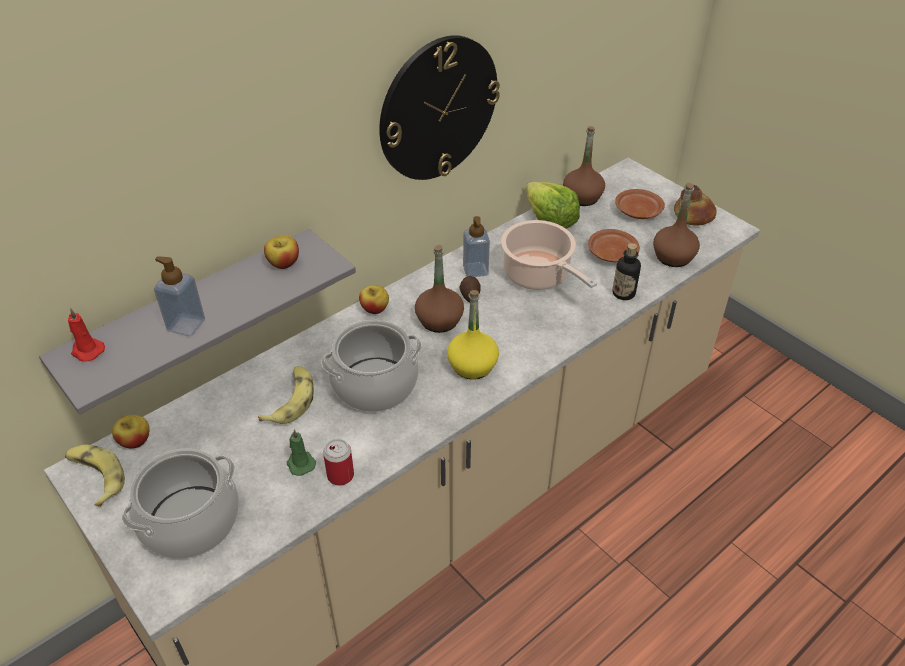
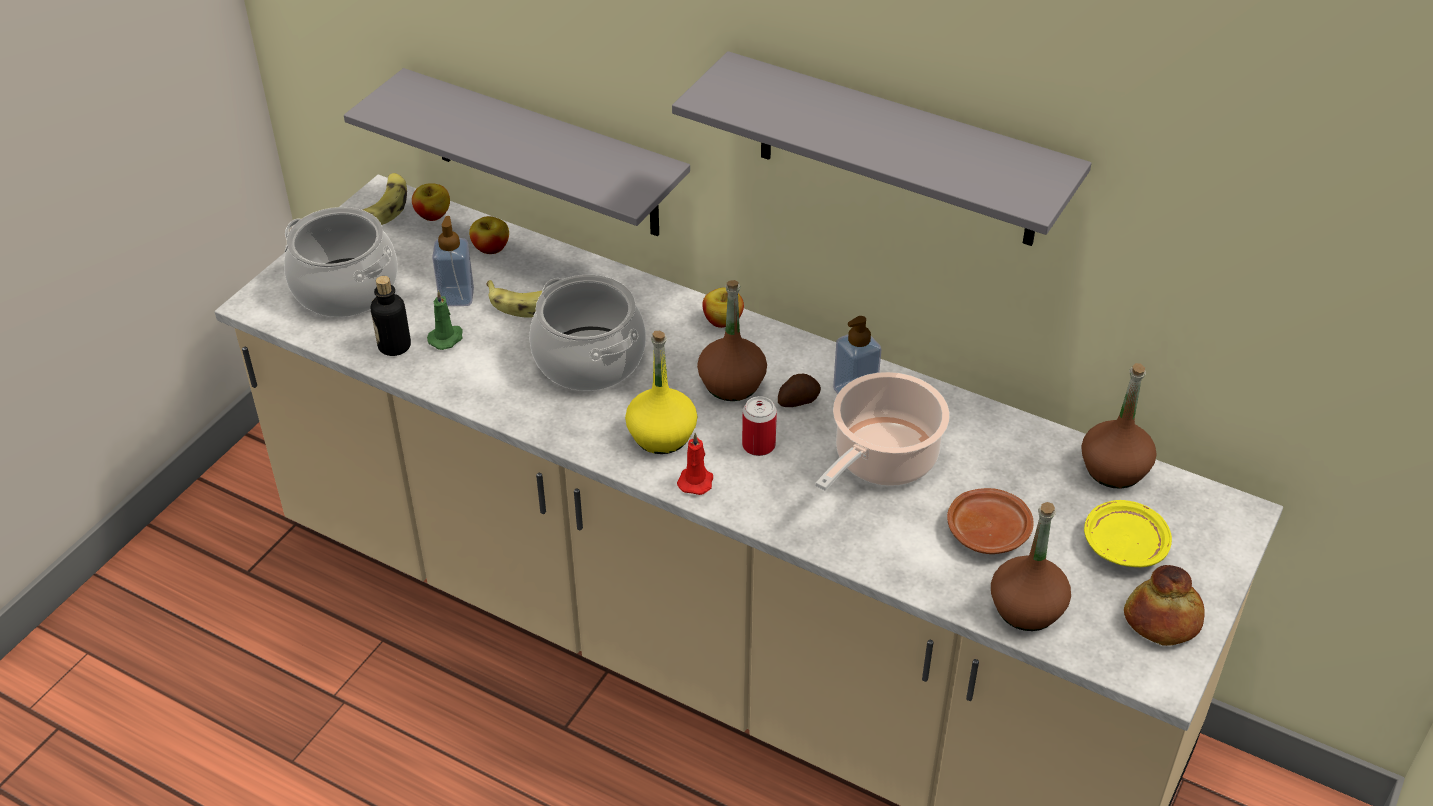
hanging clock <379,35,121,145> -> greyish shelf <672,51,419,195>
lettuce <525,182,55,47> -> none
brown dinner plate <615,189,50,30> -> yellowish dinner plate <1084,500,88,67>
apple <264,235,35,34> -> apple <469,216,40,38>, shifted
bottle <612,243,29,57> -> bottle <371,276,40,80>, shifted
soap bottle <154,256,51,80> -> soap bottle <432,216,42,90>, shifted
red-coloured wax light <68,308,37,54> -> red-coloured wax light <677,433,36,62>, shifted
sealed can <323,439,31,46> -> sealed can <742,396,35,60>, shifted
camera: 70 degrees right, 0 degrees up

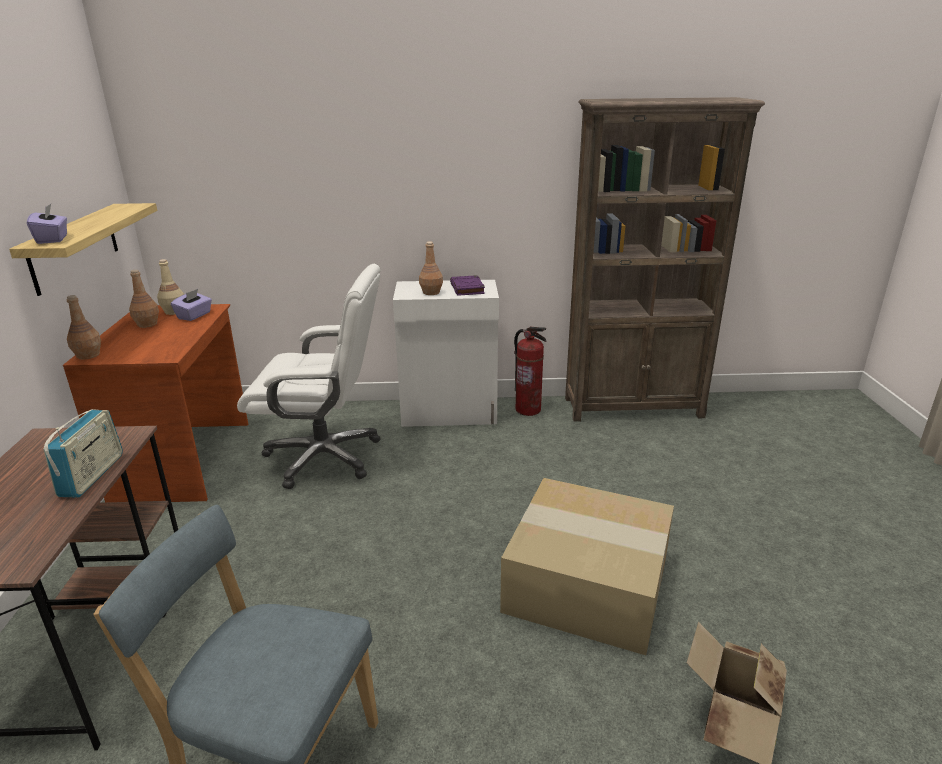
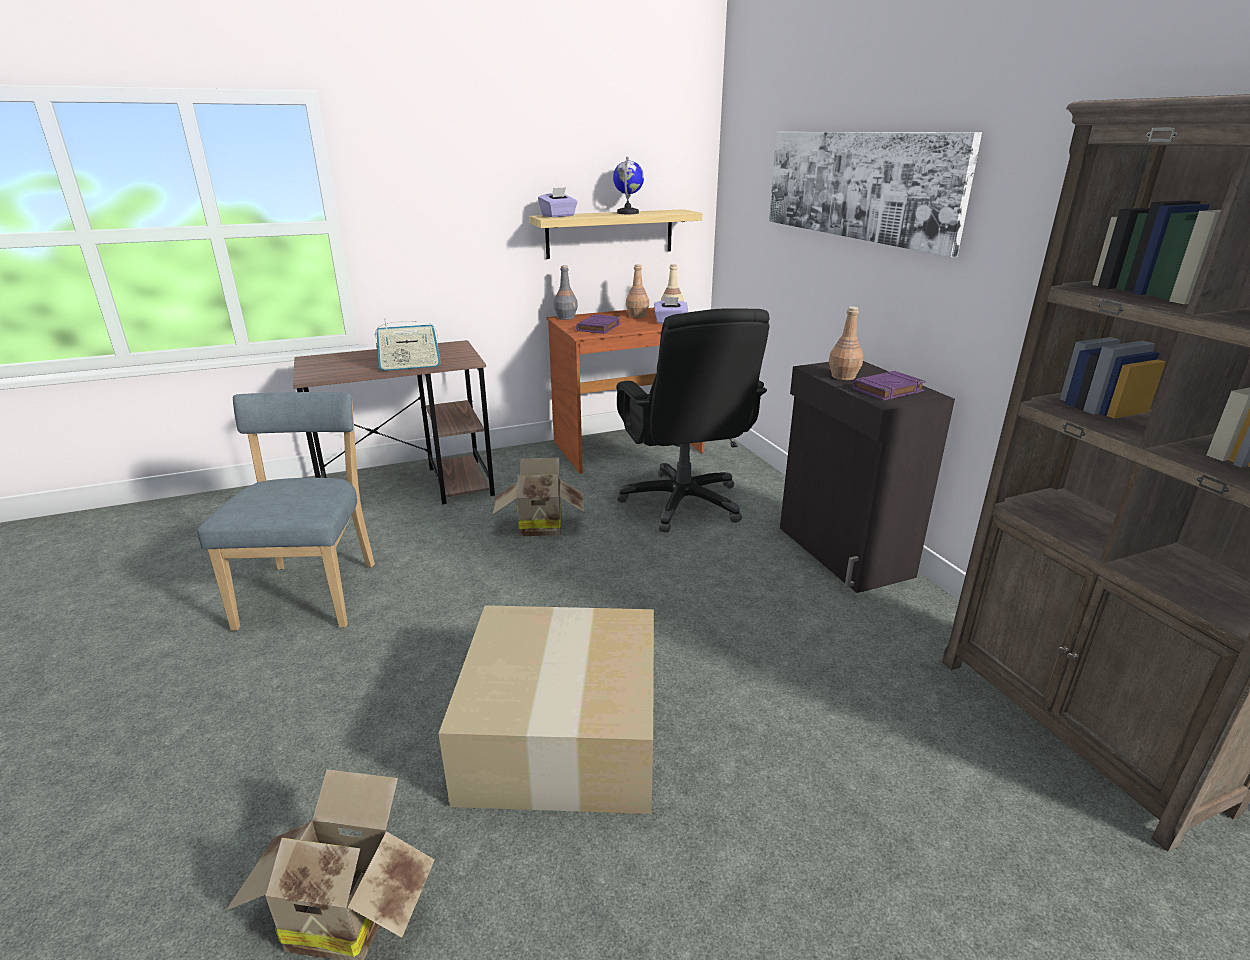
white office chair <237,264,144,225> -> black office chair <616,308,154,225>
white cupboard <393,280,106,147> -> black cupboard <780,361,175,232>
brown bottle <66,295,35,64> -> greyish bottle <554,265,24,55>
fire extinguisher <514,326,33,90> -> none
none -> wall art <769,132,213,125>
none -> desk globe <613,157,31,57>
none -> purplish bound book <576,314,45,20>
none -> carton <492,457,92,80>
camera: 70 degrees right, 0 degrees up

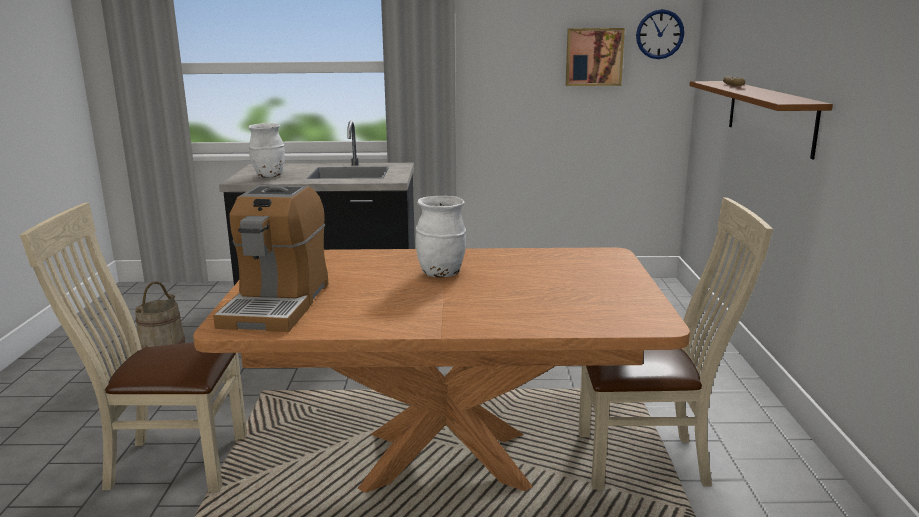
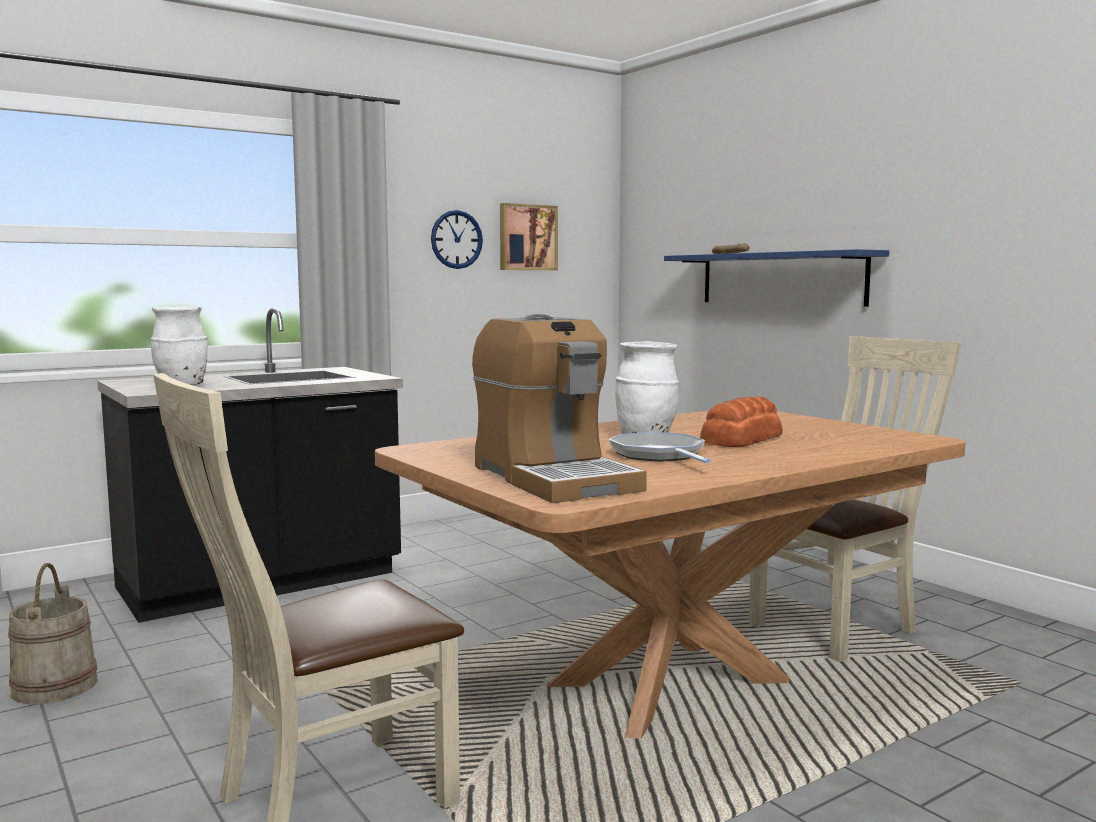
hanging clock <636,9,48,50> -> hanging clock <431,210,52,59>, shifted
brown shelf <689,81,144,78> -> bluish shelf <664,249,225,58>
none -> bread <700,396,83,51>
none -> pan <609,432,102,31>
camera: 35 degrees left, 10 degrees down

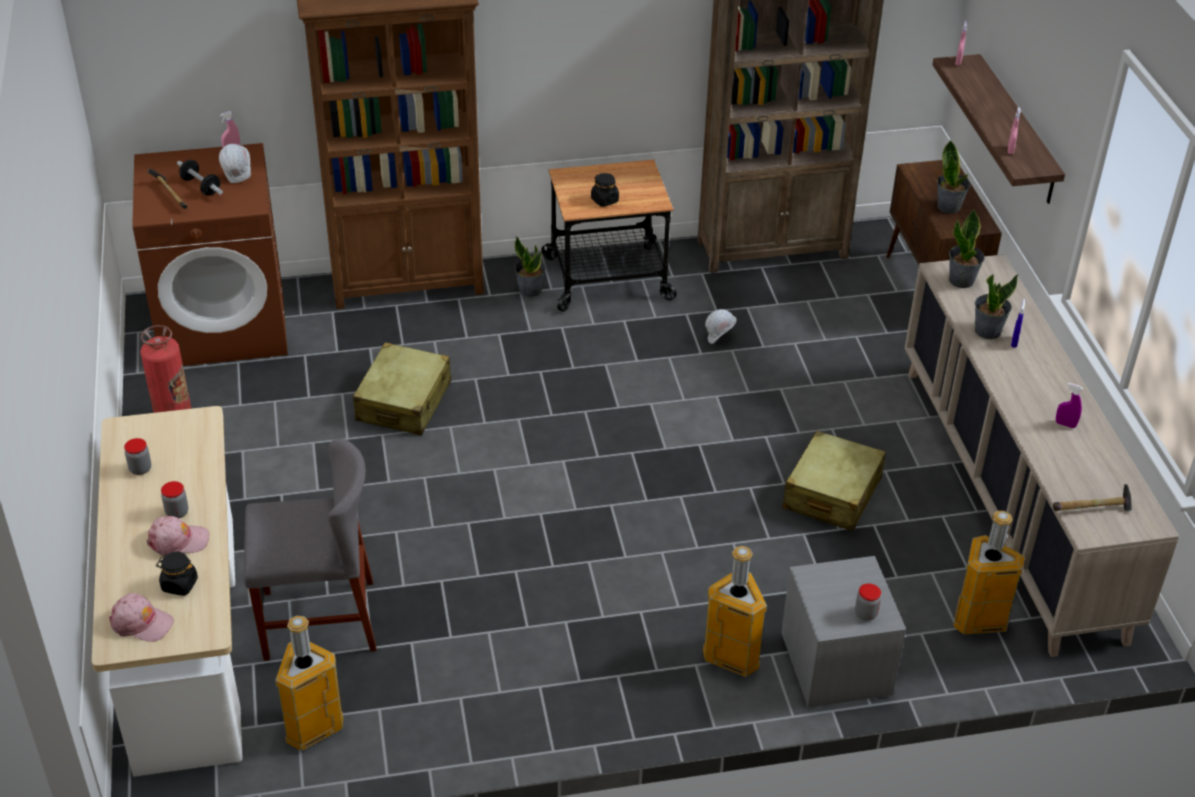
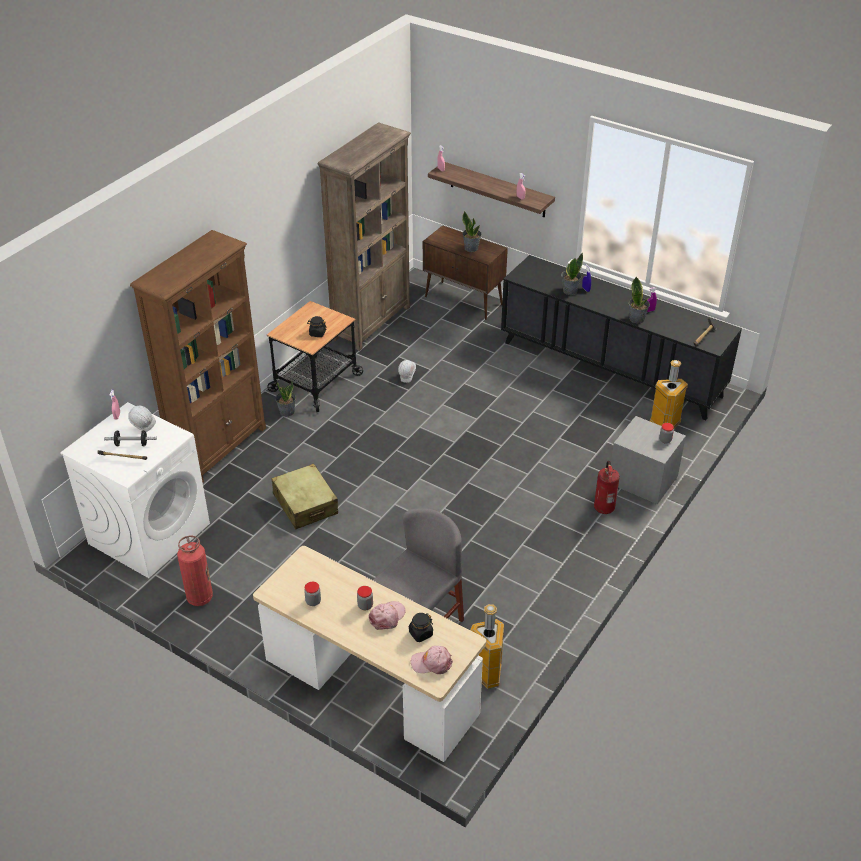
brown laundry appliance <132,143,156,223> -> white laundry appliance <60,402,150,176>
potted plant <949,209,36,79> -> potted plant <629,277,21,46>, shifted
beige-coloured cupboard <905,254,274,403> -> black cupboard <501,255,241,166>
beige-coloured suitcase <783,431,103,100> -> none
trash can <703,546,64,131> -> fire extinguisher <594,461,26,53>
pinkish peaked cap <109,593,65,49> -> pinkish peaked cap <411,646,42,28>, 150 degrees counterclockwise
camera: 45 degrees left, 0 degrees up

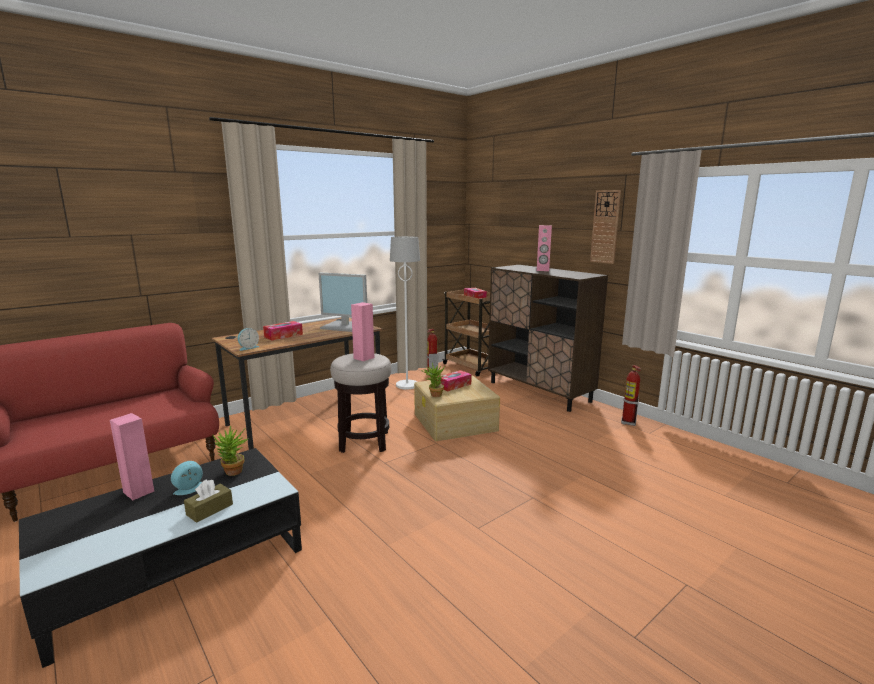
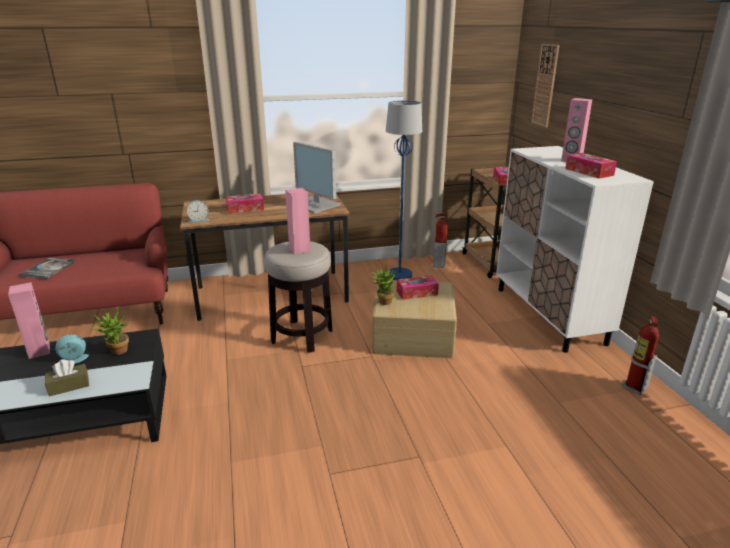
hanging clock <590,190,31,74> -> hanging clock <531,44,29,84>, shifted
white standing lamp <390,236,30,154> -> bluish standing lamp <386,100,36,180>
brown cupboard <488,265,120,147> -> white cupboard <496,146,158,207>
none -> tissue holder <565,153,52,26>
none -> bound book <19,258,57,21>
camera: 25 degrees right, 10 degrees up

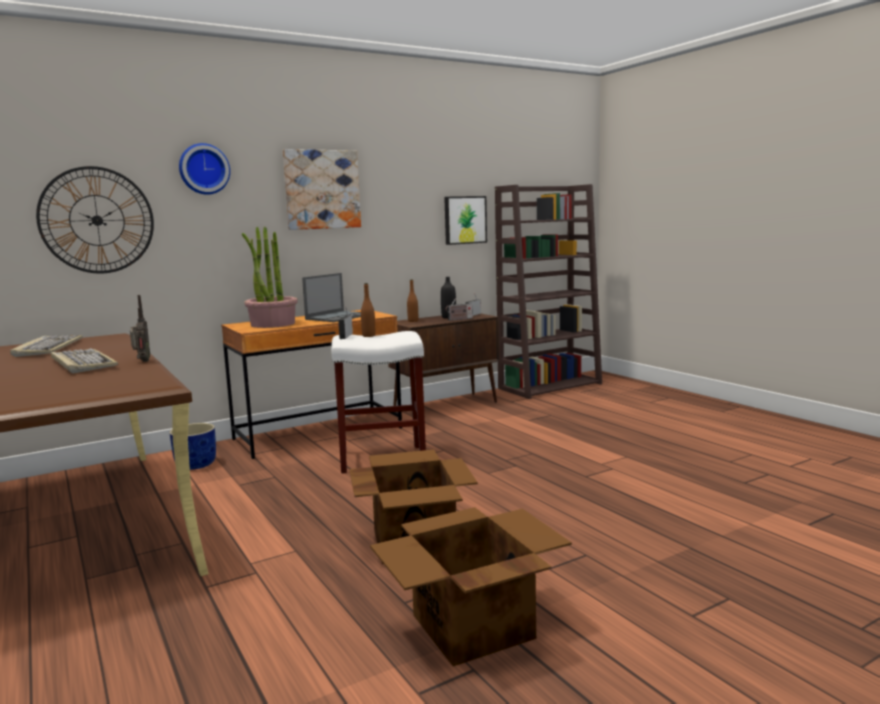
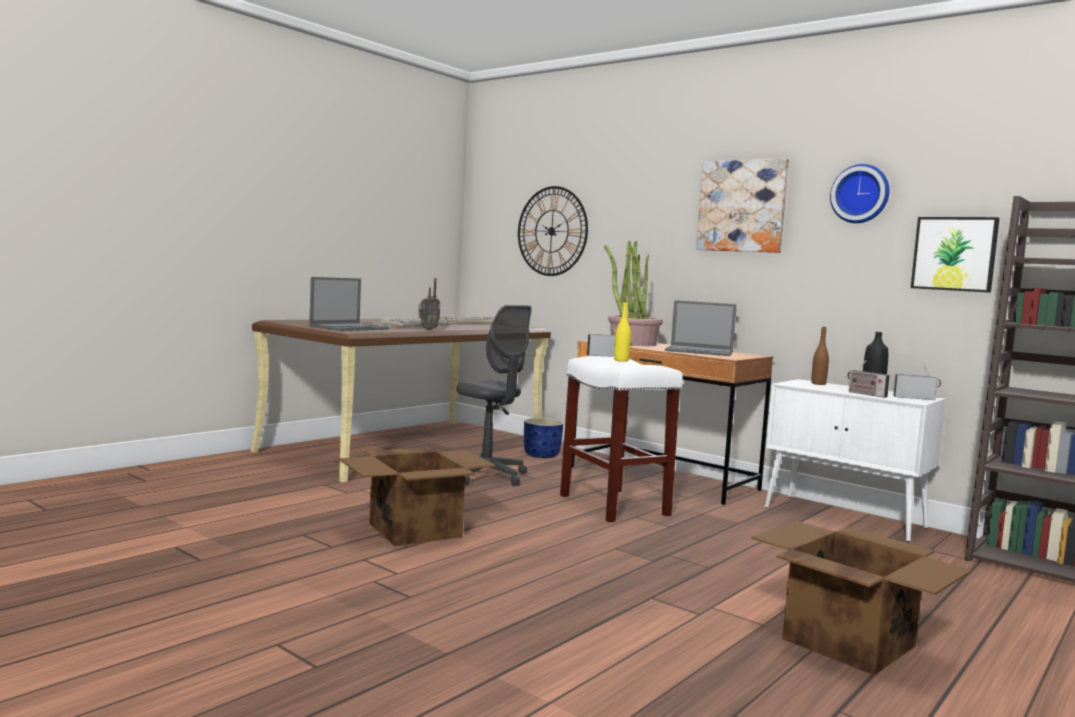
hanging clock <179,143,51,52> -> hanging clock <830,164,60,59>, shifted
brown bottle <361,283,14,54> -> yellowish bottle <614,301,17,61>
brown cupboard <388,314,111,92> -> white cupboard <765,379,181,163>
carton <370,507,202,159> -> carton <751,521,221,154>, shifted
none -> laptop <309,277,81,54>
none -> greyish office chair <457,305,75,181>
camera: 70 degrees right, 5 degrees down

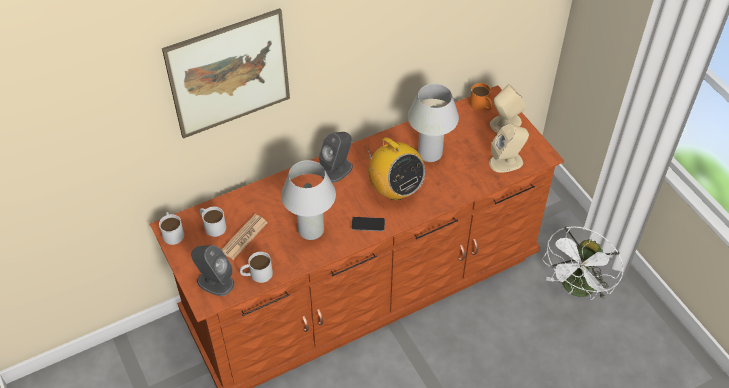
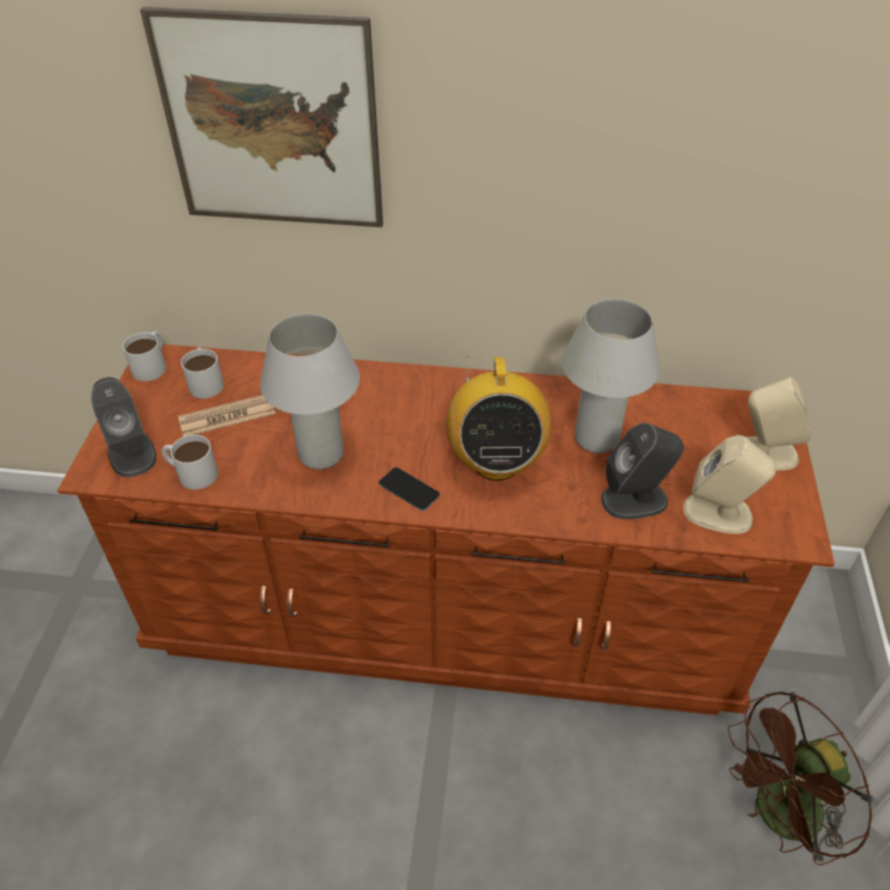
orange tea mug <470,83,23,27> -> none
greyish loudspeaker <319,132,34,51> -> greyish loudspeaker <601,423,83,96>, shifted
white fan <542,226,82,74> -> brown fan <728,692,145,174>
camera: 35 degrees right, 5 degrees down

